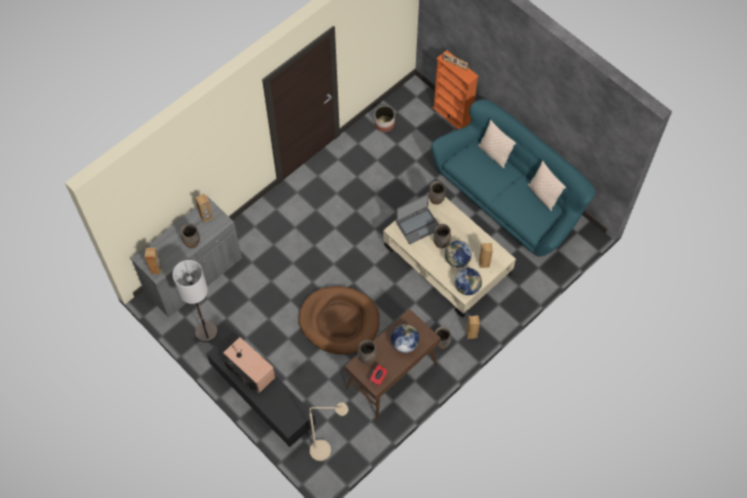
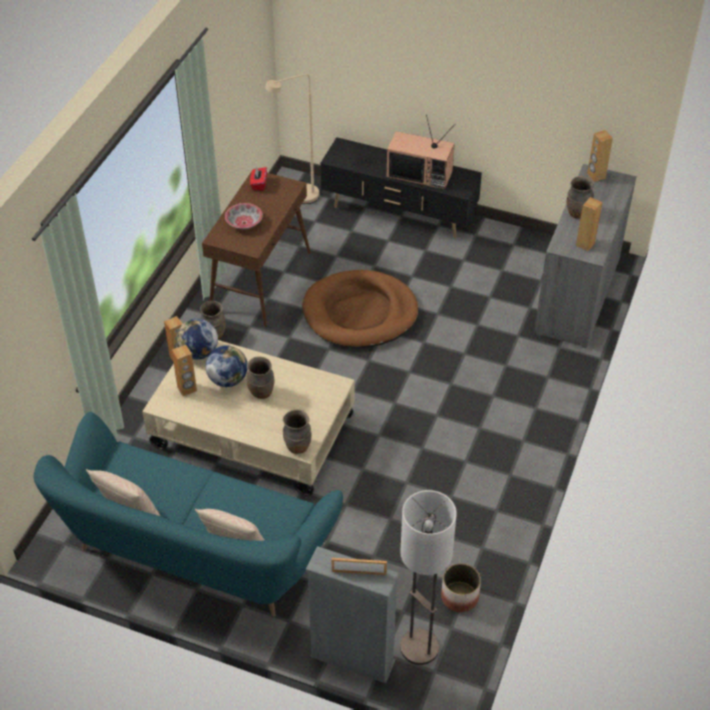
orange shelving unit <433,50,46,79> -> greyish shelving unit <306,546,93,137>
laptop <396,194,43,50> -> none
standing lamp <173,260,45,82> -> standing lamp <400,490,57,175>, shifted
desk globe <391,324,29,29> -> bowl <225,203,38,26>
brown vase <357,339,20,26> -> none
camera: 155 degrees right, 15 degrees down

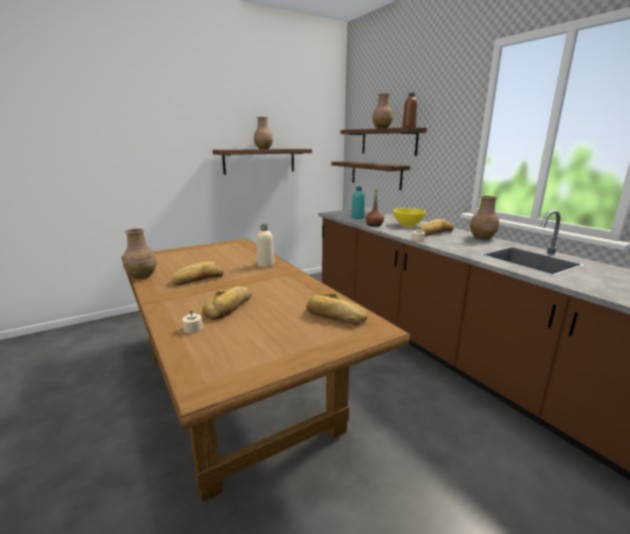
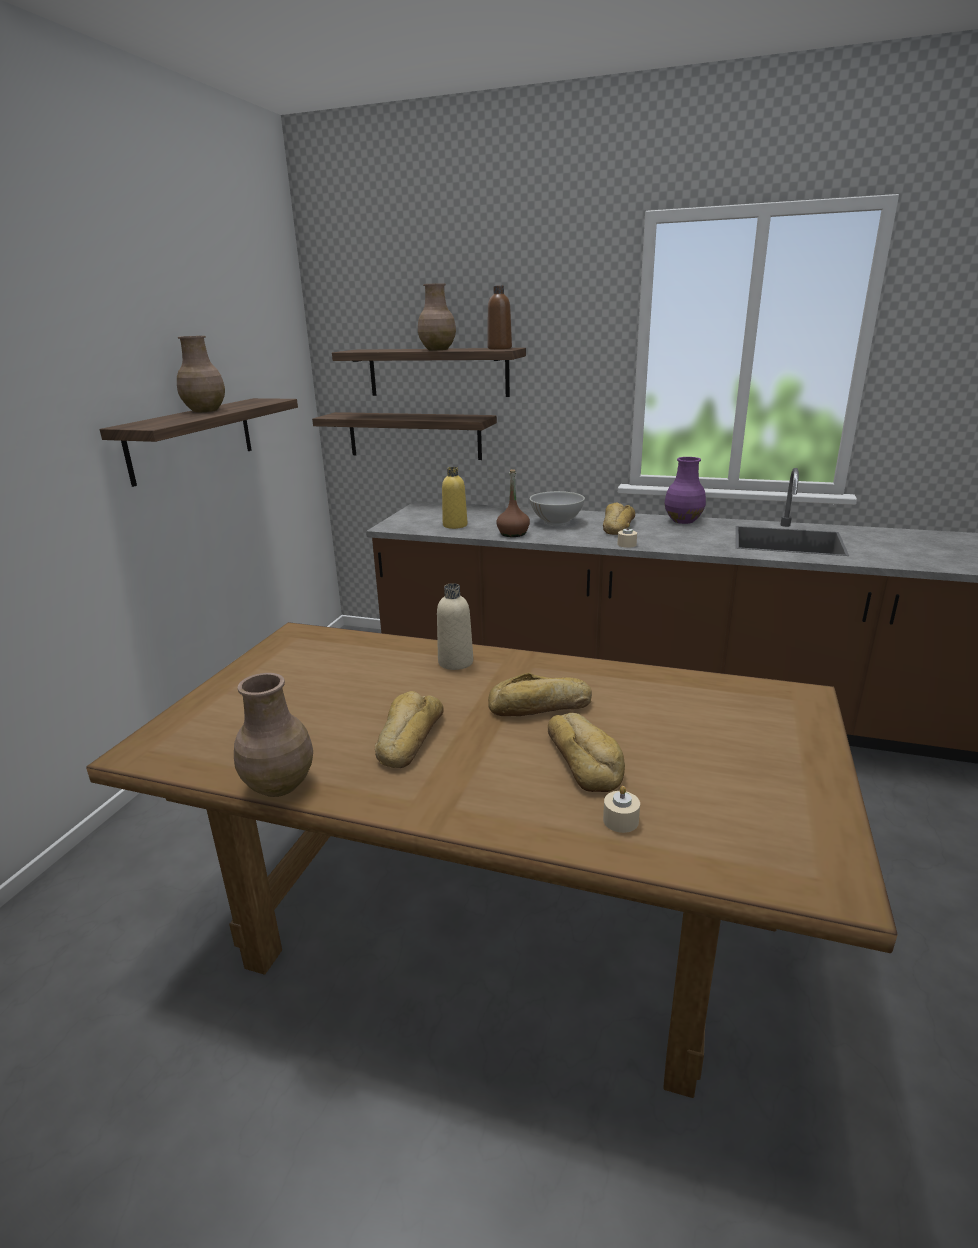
turquoise-coloured bottle <351,186,14,33> -> yellowish bottle <442,467,25,62>
brown vase <470,196,29,44> -> purplish vase <665,457,41,67>
yellowish bowl <393,208,33,19> -> white bowl <530,491,55,34>
bread <306,294,62,31> -> bread <488,673,104,43>, shifted
camera: 40 degrees left, 5 degrees up

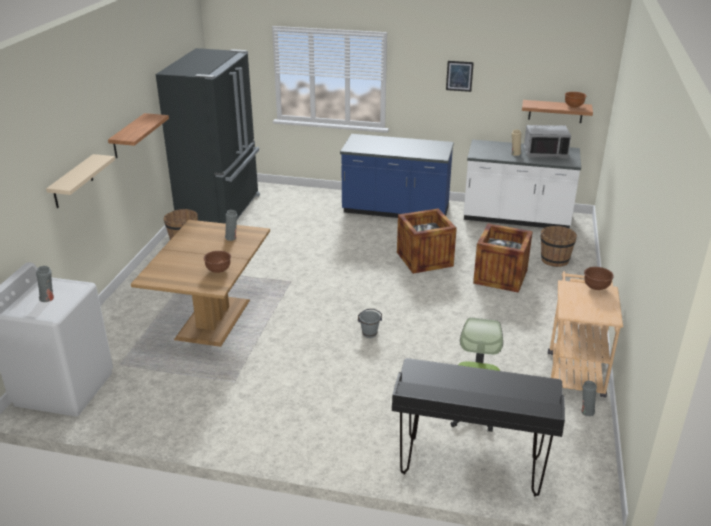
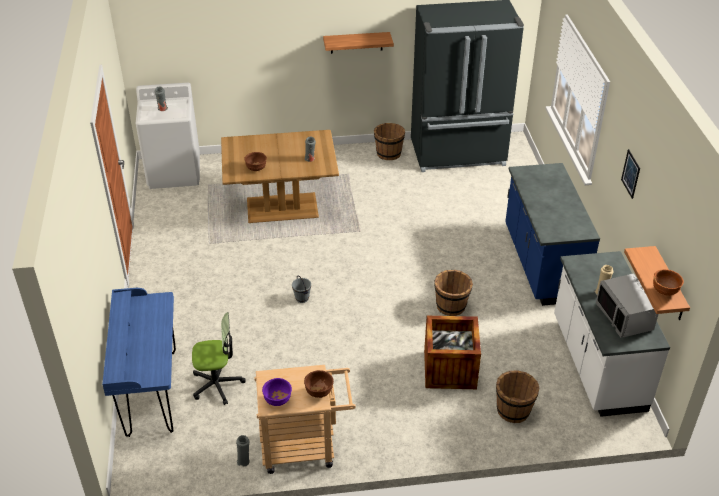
beige-coloured shelf <46,154,69,54> -> none
shipping crate <397,209,60,65> -> brown pail <435,270,38,46>
black desk table <392,358,173,138> -> bluish desk table <102,288,74,149>
none -> purplish bowl <262,378,30,28>
camera: 70 degrees right, 10 degrees up

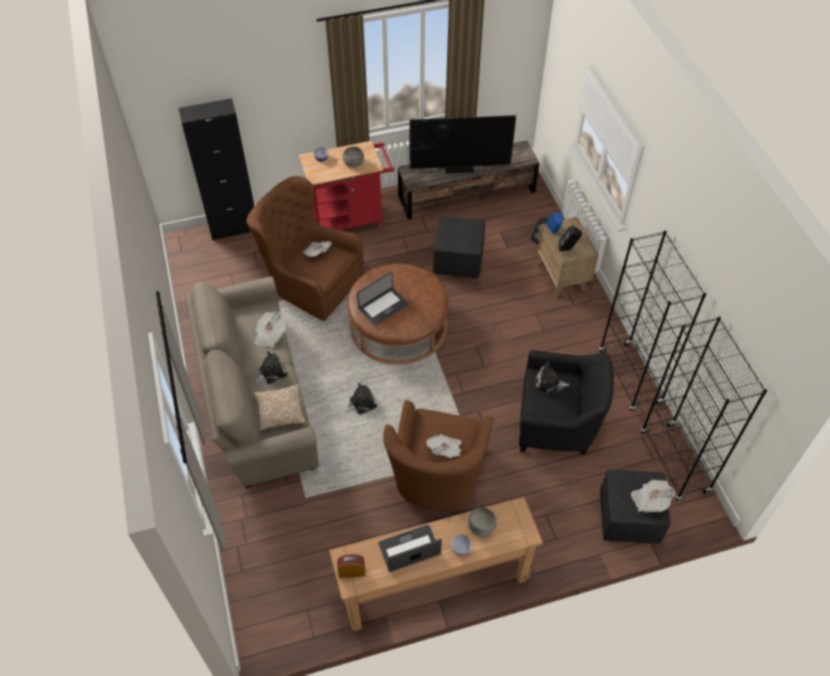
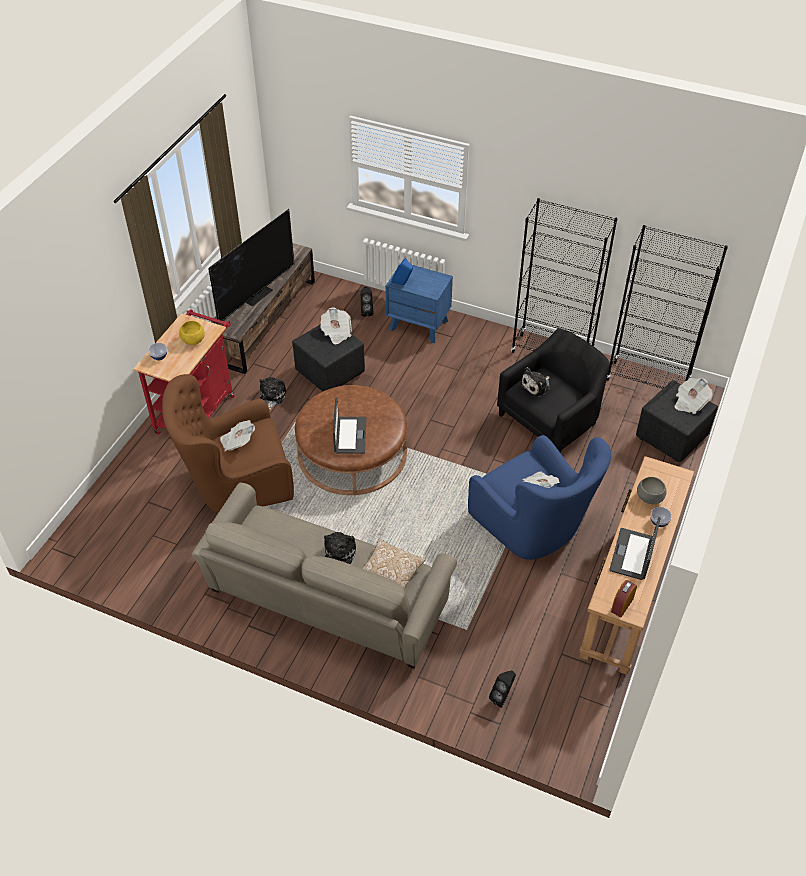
black cupboard <179,98,76,143> -> none
greyish bowl <342,146,22,22> -> yellowish bowl <179,321,26,24>
brown bedside table <537,217,62,82> -> bluish bedside table <385,265,68,78>
black loudspeaker <558,226,24,25> -> black loudspeaker <489,671,27,37>, shifted
printed paper <254,312,32,35> -> printed paper <320,307,32,37>, shifted
cuddly toy <346,383,31,32> -> cuddly toy <259,377,27,33>, shifted
brown armchair <383,400,111,111> -> bluish armchair <468,435,143,125>
camera: 50 degrees left, 5 degrees down

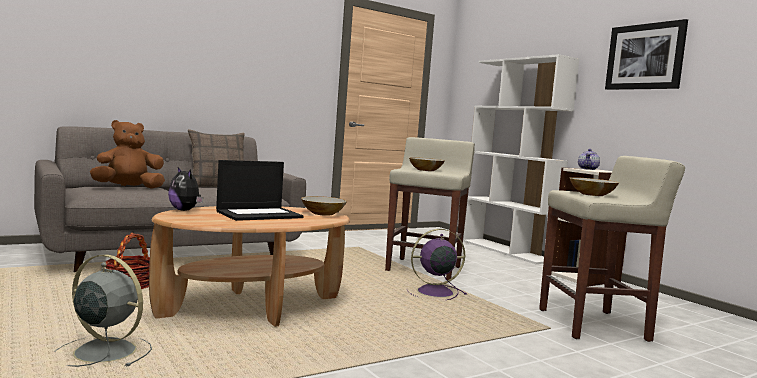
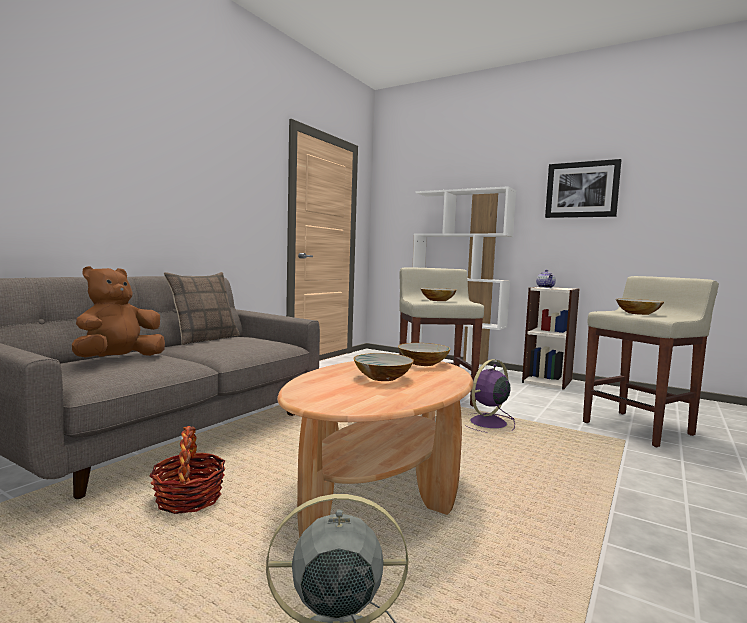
laptop <216,160,88,61> -> bowl <353,353,61,28>
cuddly toy <168,167,35,44> -> none
camera: 25 degrees left, 0 degrees up

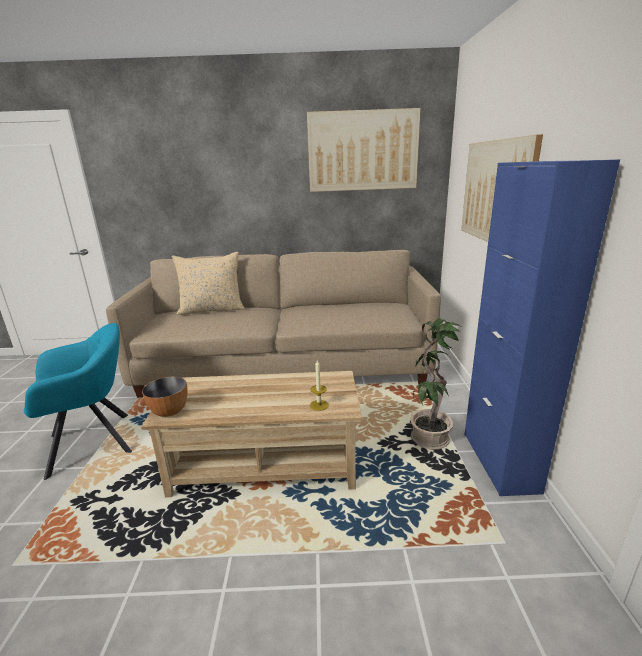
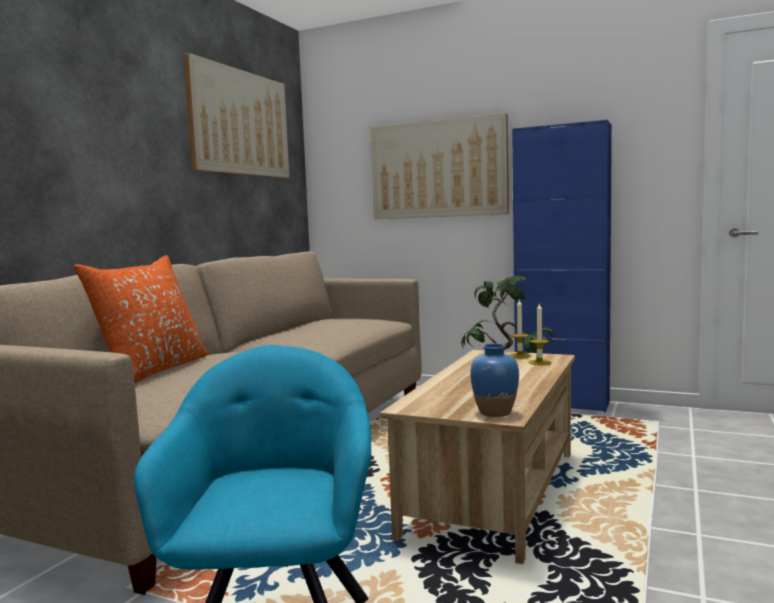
beige-coloured throw pillow <172,252,72,63> -> orange throw pillow <74,255,134,128>
bowl <142,377,46,40> -> bluish vase <471,344,48,73>
none -> wax light <510,299,21,59>
camera: 65 degrees left, 15 degrees down

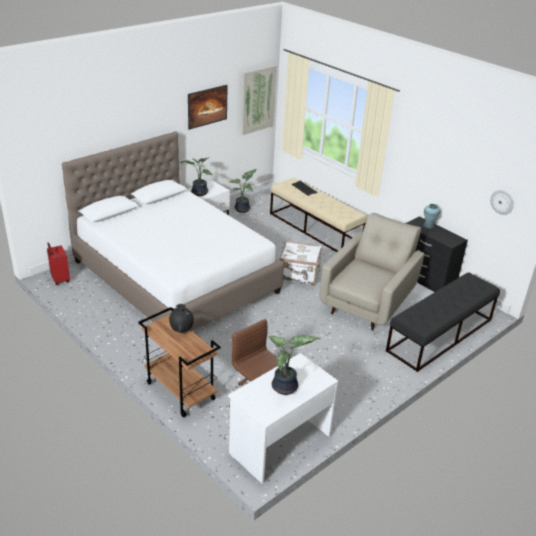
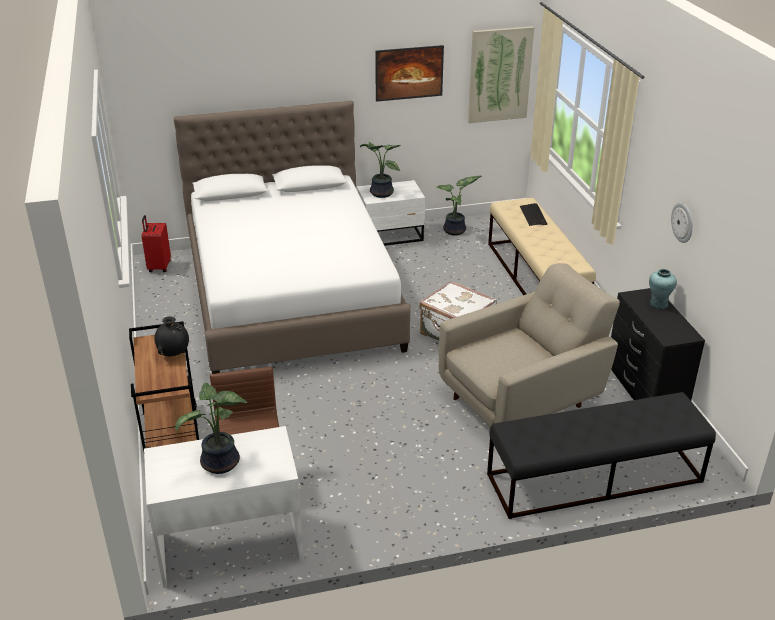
hanging clock <490,190,24,25> -> hanging clock <671,203,22,40>, shifted
camera: 30 degrees right, 0 degrees up

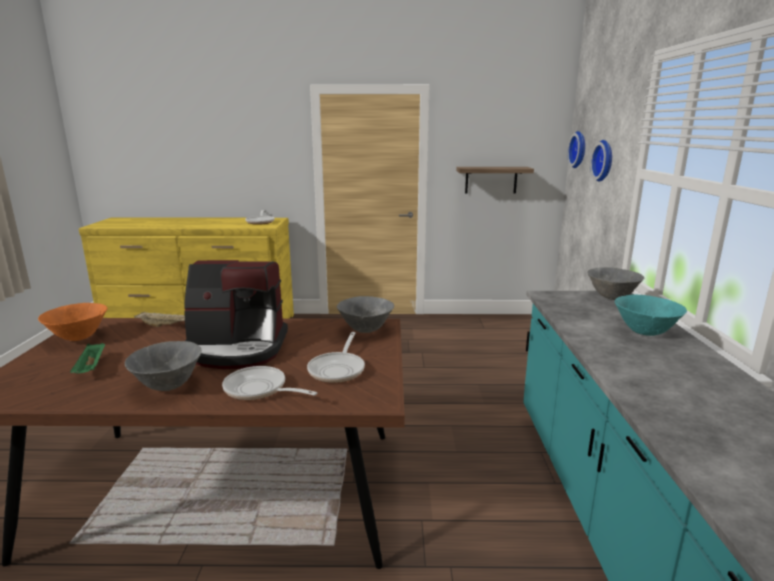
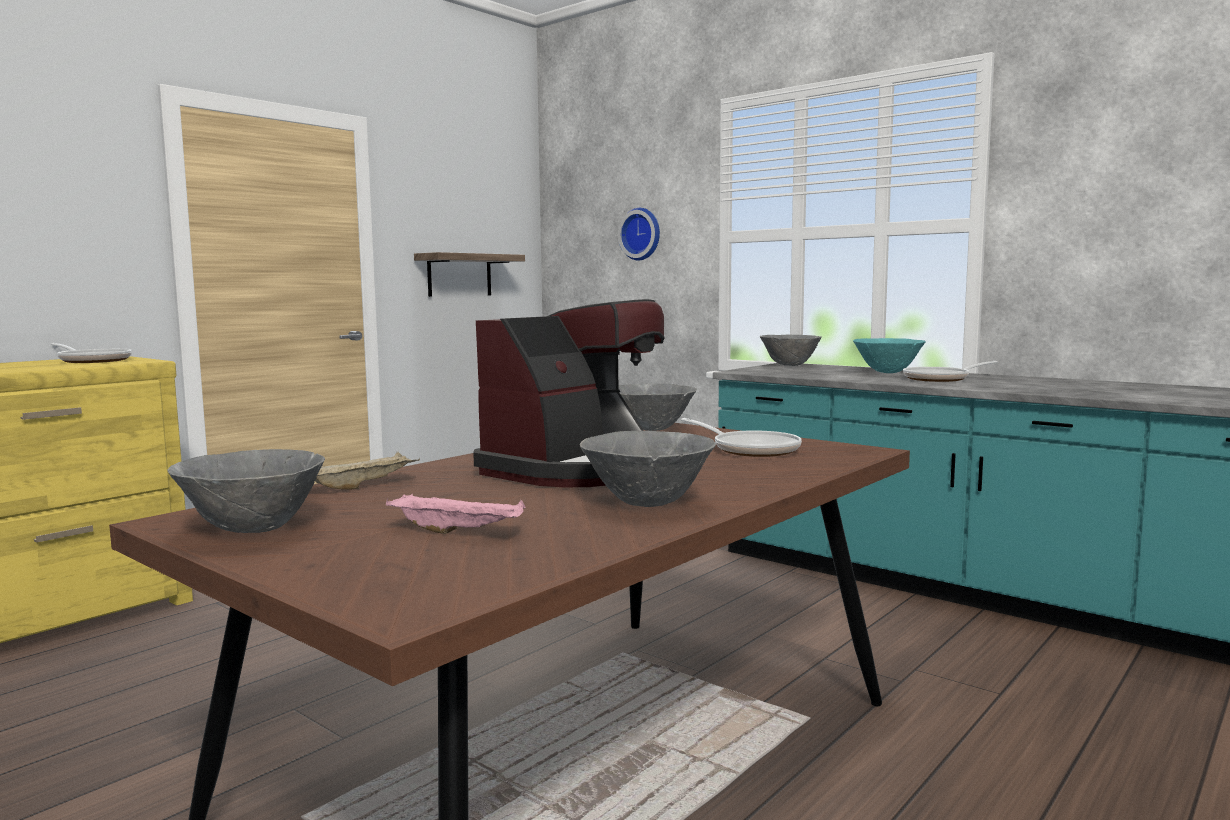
hanging clock <568,131,17,37> -> none
orange bowl <38,303,70,38> -> greyish bowl <167,449,158,84>
greenish tray <70,343,35,30> -> pinkish tray <386,493,139,41>
pan <222,366,95,34> -> pan <903,361,95,21>, shifted
camera: 50 degrees left, 10 degrees down

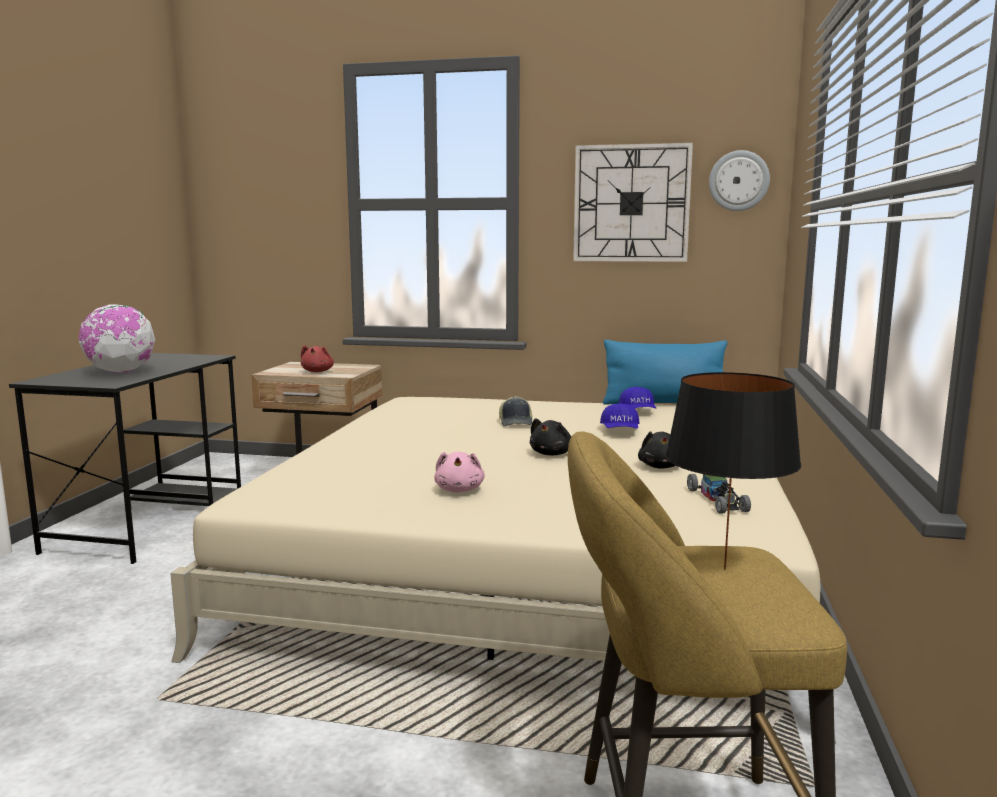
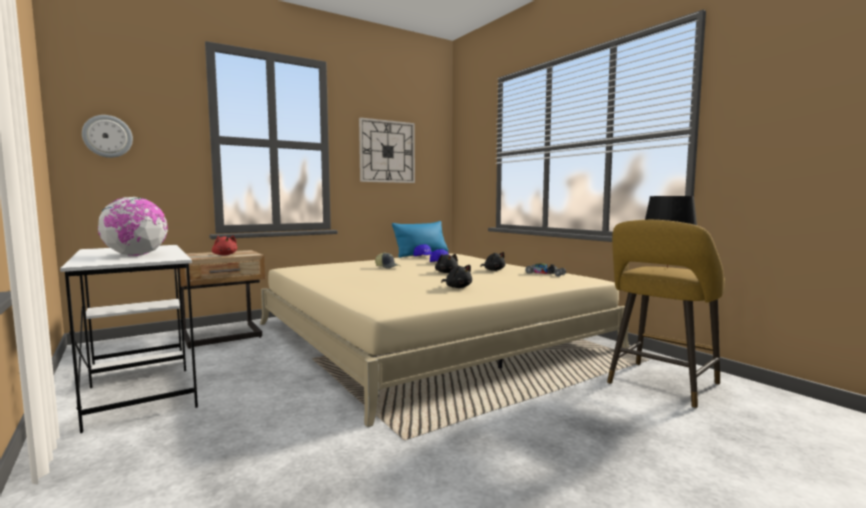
hanging clock <709,150,61,61> -> hanging clock <82,115,51,43>, shifted
black desk table <9,353,232,211> -> white desk table <60,245,138,188>
pinkish cuddly toy <434,451,51,42> -> black cuddly toy <441,265,31,23>
camera: 45 degrees left, 5 degrees down

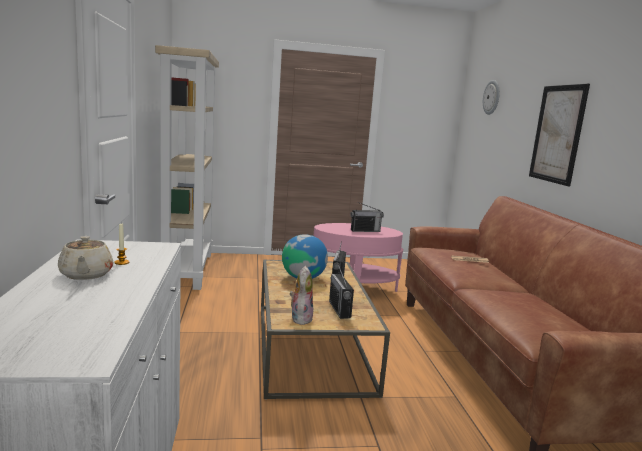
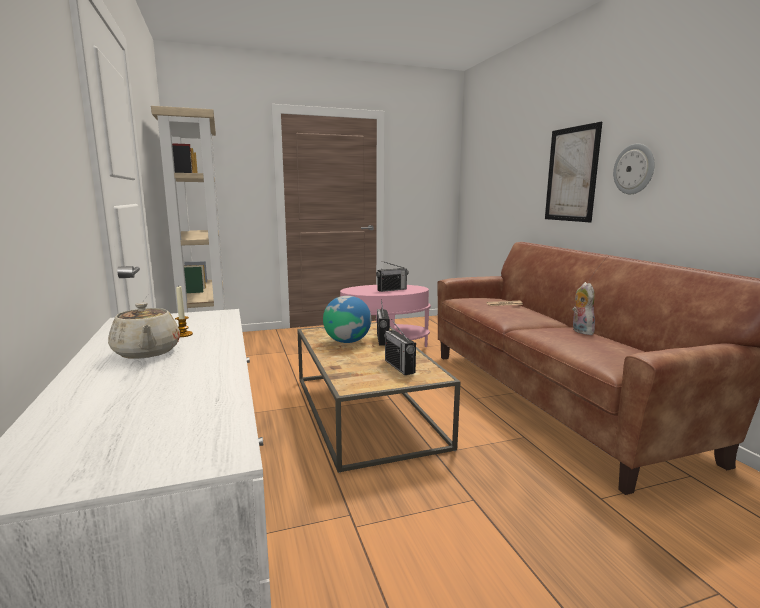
hanging clock <483,80,17,35> -> hanging clock <613,144,42,50>, shifted
cuddly toy <290,266,23,59> -> cuddly toy <572,282,23,53>, shifted
camera: 10 degrees left, 0 degrees up

